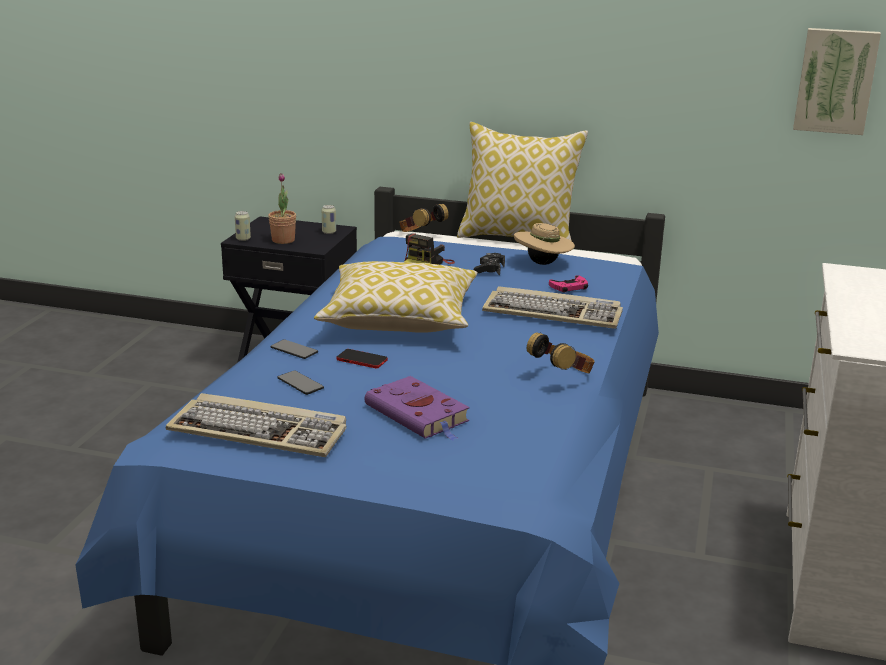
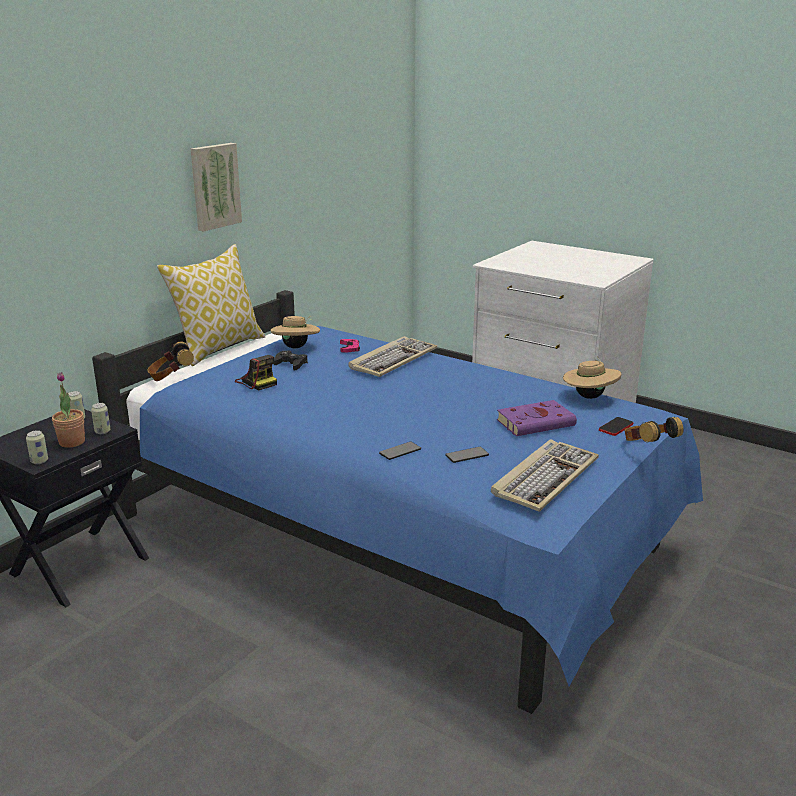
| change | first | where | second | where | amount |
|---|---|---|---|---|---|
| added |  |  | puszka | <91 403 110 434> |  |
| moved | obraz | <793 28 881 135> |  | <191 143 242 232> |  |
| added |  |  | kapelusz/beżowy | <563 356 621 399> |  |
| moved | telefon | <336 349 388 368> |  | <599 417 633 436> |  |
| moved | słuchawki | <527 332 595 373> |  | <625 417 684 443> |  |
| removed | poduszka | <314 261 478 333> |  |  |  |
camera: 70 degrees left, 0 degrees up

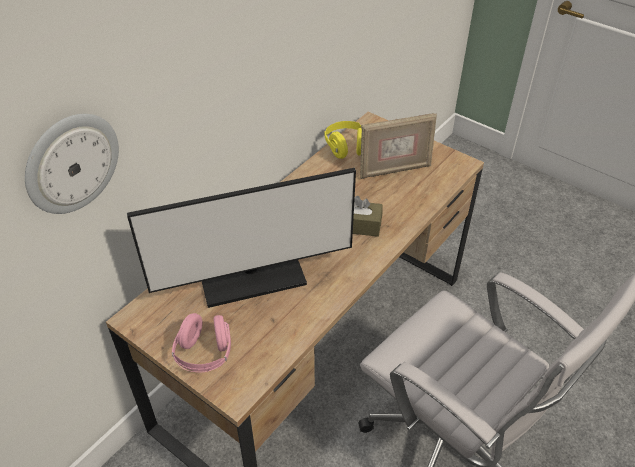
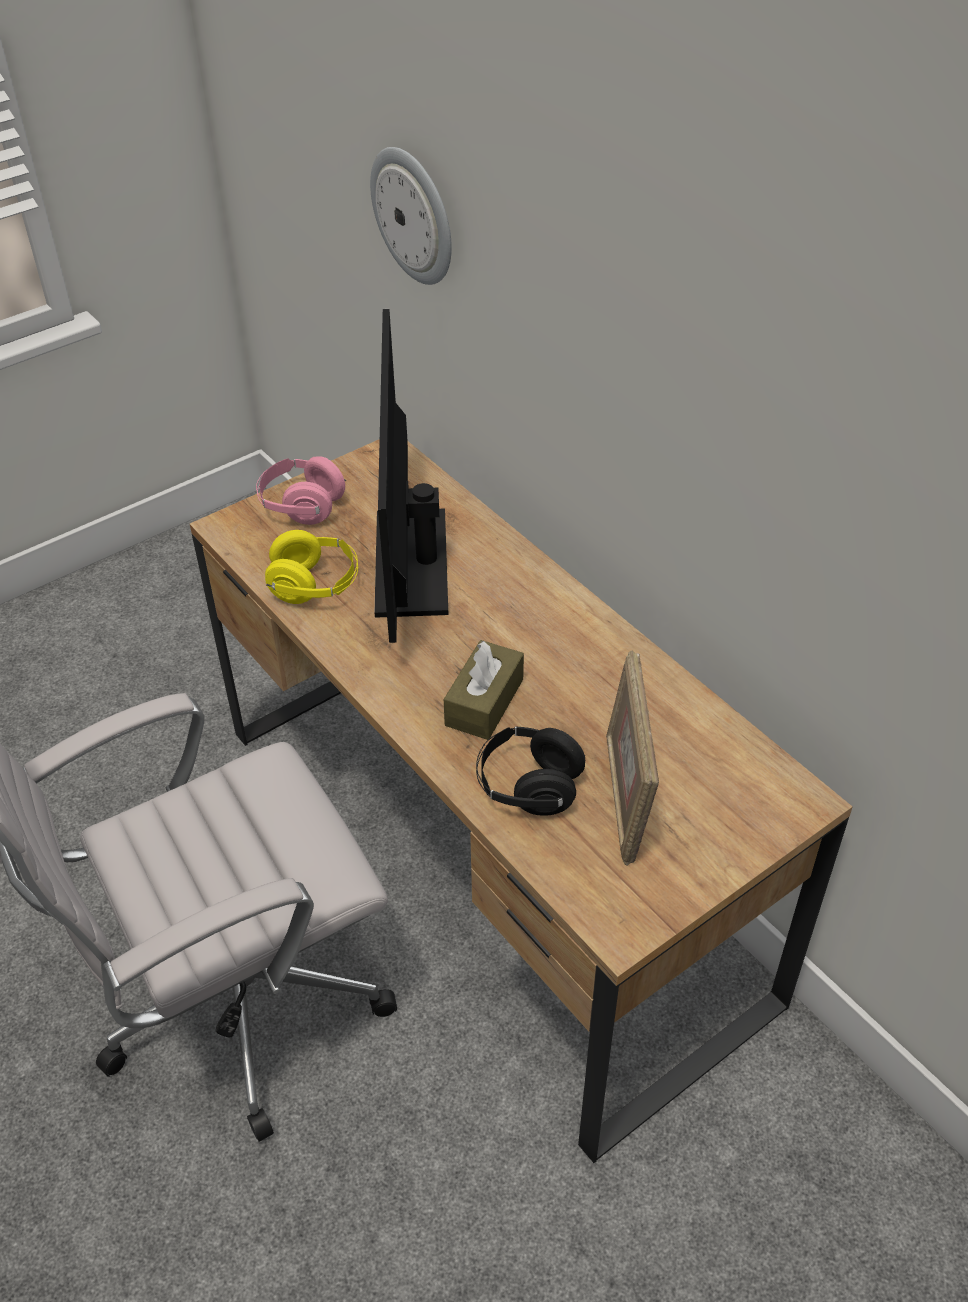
| change | first | where | second | where | amount |
|---|---|---|---|---|---|
| moved | słuchawki/żółty | <325 121 362 159> |  | <265 530 358 604> |  |
| added |  |  | słuchawki/czarny | <476 727 585 816> |  |
camera: 105 degrees right, 0 degrees up

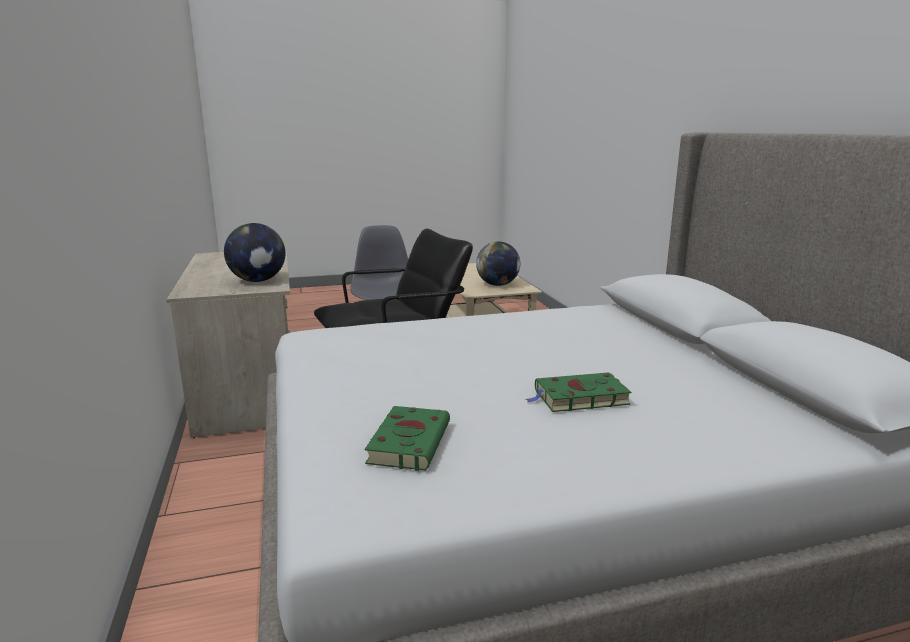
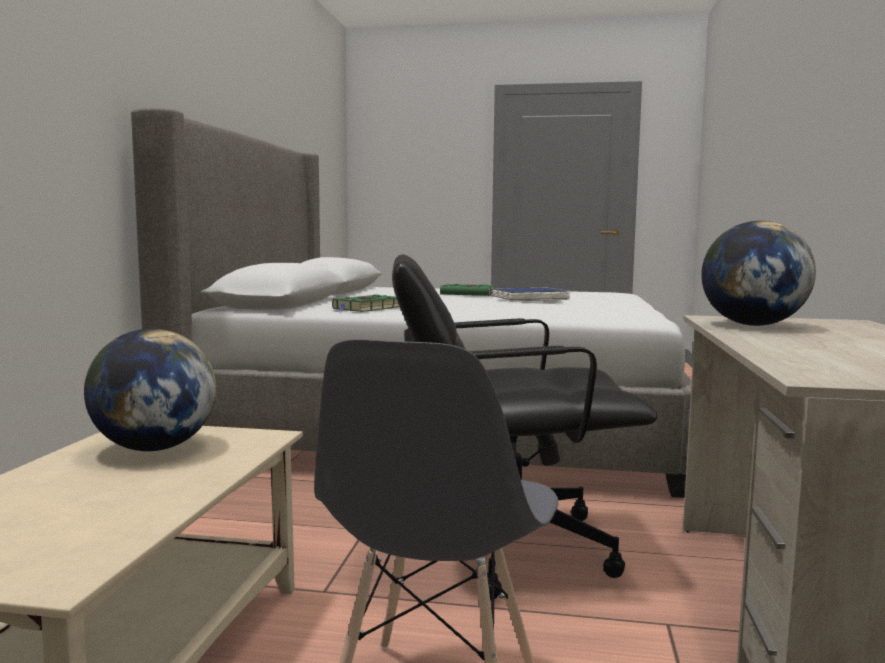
| change | first | where | second | where | amount |
|---|---|---|---|---|---|
| moved | książka/zielony | <365 406 450 471> |  | <332 295 400 312> |  |
| added |  |  | książka/niebieski | <490 287 571 301> |  |
camera: 155 degrees left, 10 degrees down

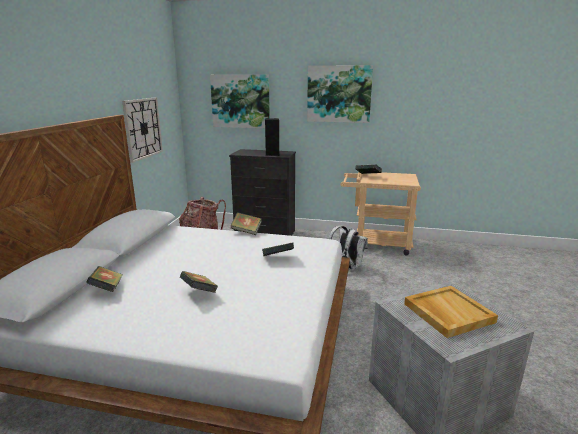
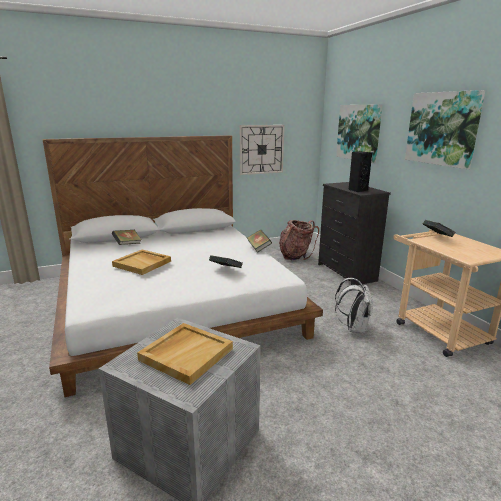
| change | first | where | second | where | amount |
|---|---|---|---|---|---|
| replaced | książka | <180 271 218 293> | taca/beżowy | <112 249 171 275> |  |
camera: 55 degrees right, 0 degrees up

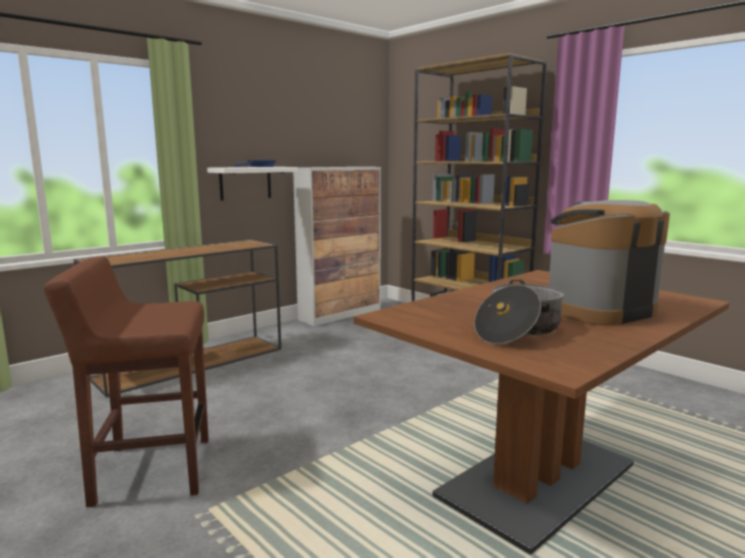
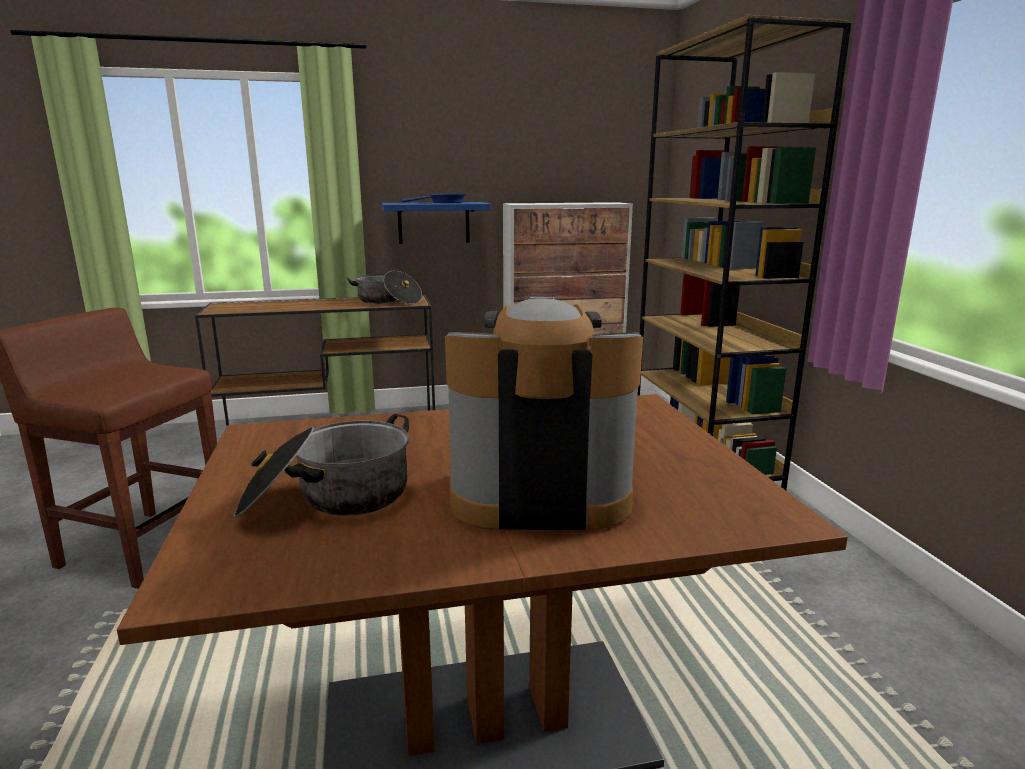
| change | first | where | second | where | amount |
|---|---|---|---|---|---|
| added |  |  | garnek | <347 271 422 304> |  |
| recoloured | półka/biały | <207 167 298 201> | półka/niebieski | <382 202 491 244> |  |
camera: 30 degrees right, 5 degrees up

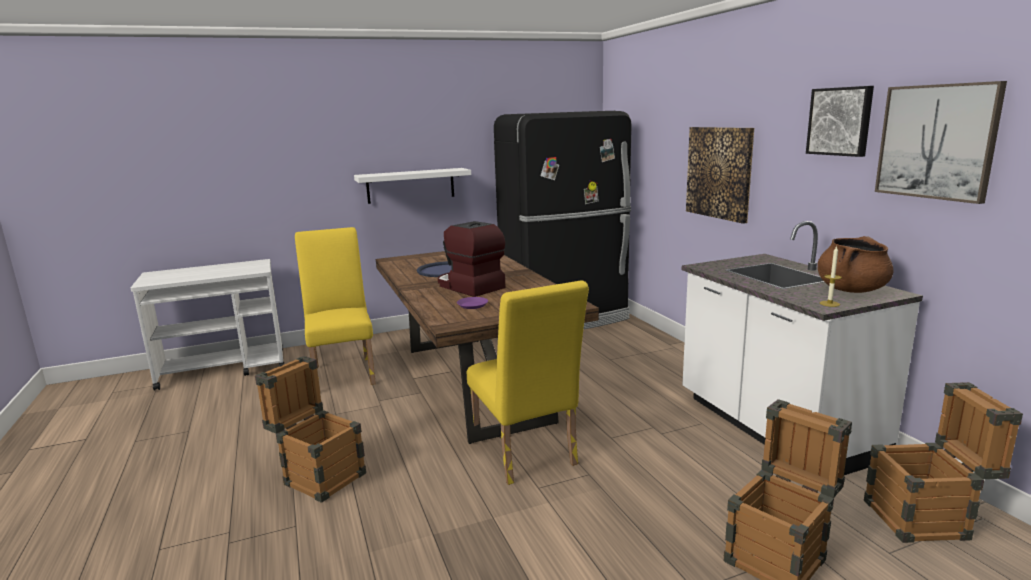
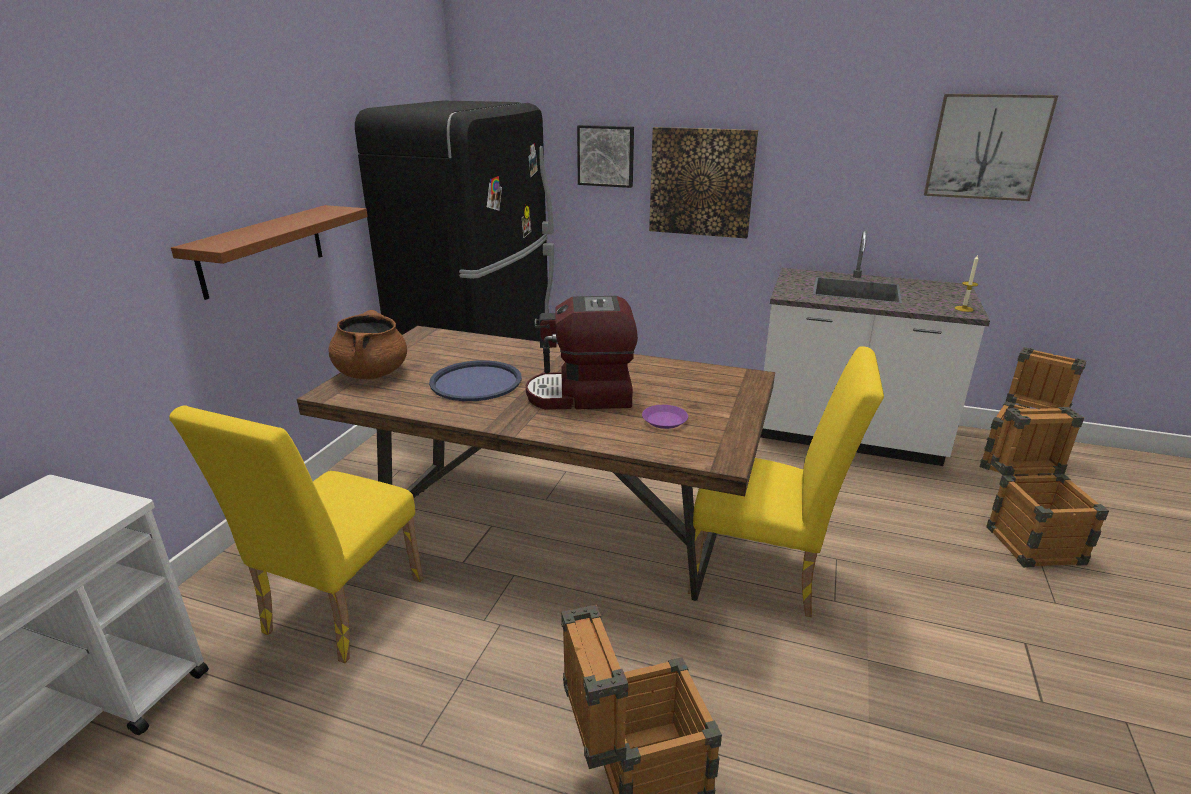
| change | first | where | second | where | amount |
|---|---|---|---|---|---|
| turned | krzesło/żółty | <295 227 376 388> |  | <169 406 423 663> | 90 degrees counterclockwise |
| recoloured | półka/biały | <354 168 471 204> | półka/brązowy | <171 205 368 300> |  |
| moved | garnek/brązowy | <817 236 893 293> |  | <329 310 407 379> |  |
| moved | obraz | <806 86 874 157> |  | <577 125 634 188> |  |
camera: 50 degrees left, 10 degrees up

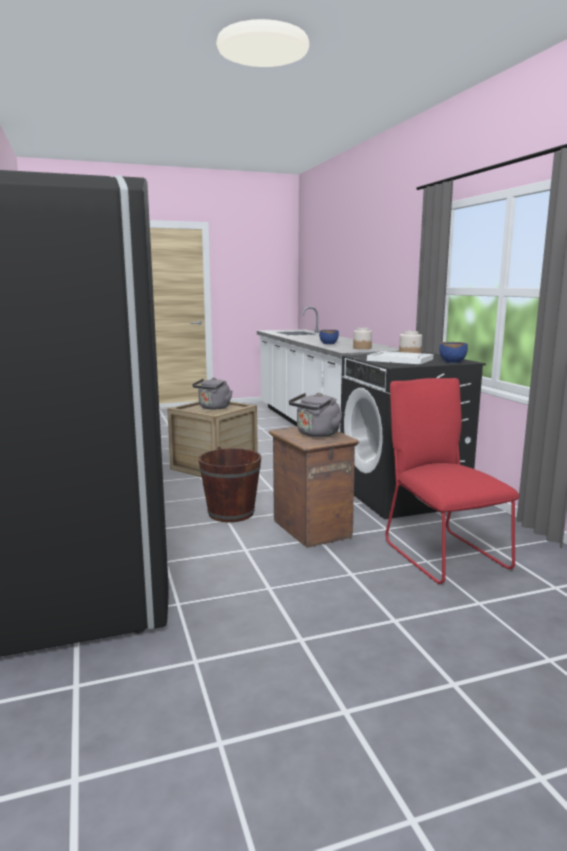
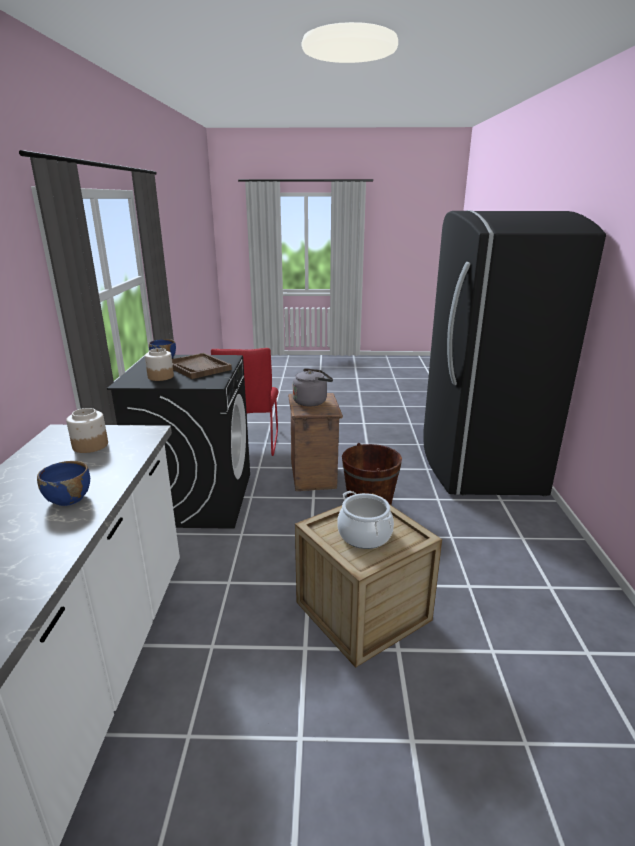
| change | first | where | second | where | amount |
|---|---|---|---|---|---|
| recoloured | taca/biały | <367 351 433 365> | taca/brązowy | <172 353 232 379> |  |
| replaced | czajnik/szary | <192 378 233 410> | garnek | <337 491 394 549> |  |
camera: 160 degrees left, 10 degrees up

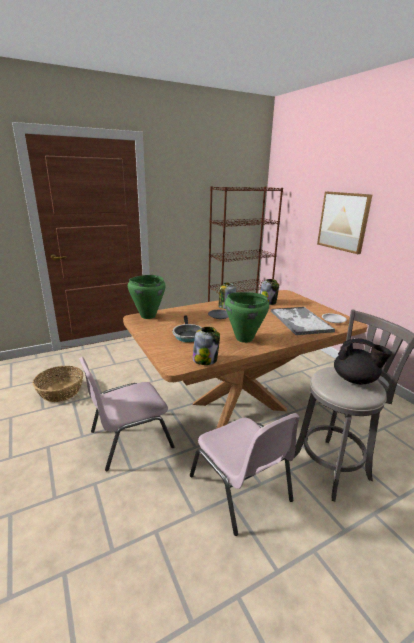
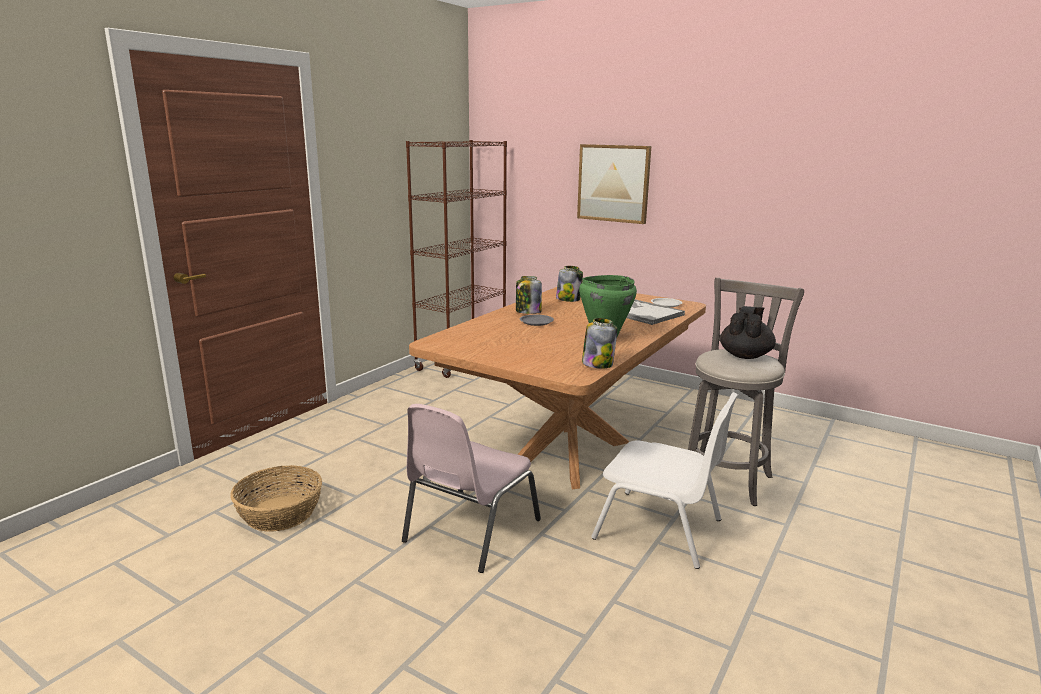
| change | first | where | second | where | amount |
|---|---|---|---|---|---|
| recoloured | krzesło/różowy | <190 413 300 536> | krzesło/biały | <591 392 739 569> |  |
| turned | imbryk/czarny | <334 338 392 385> |  | <720 306 776 359> | 60 degrees counterclockwise |
| removed | garnek/zielony | <128 275 166 319> |  |  |  |
| removed | patelnia | <173 315 202 342> |  |  |  |
camera: 30 degrees left, 5 degrees down

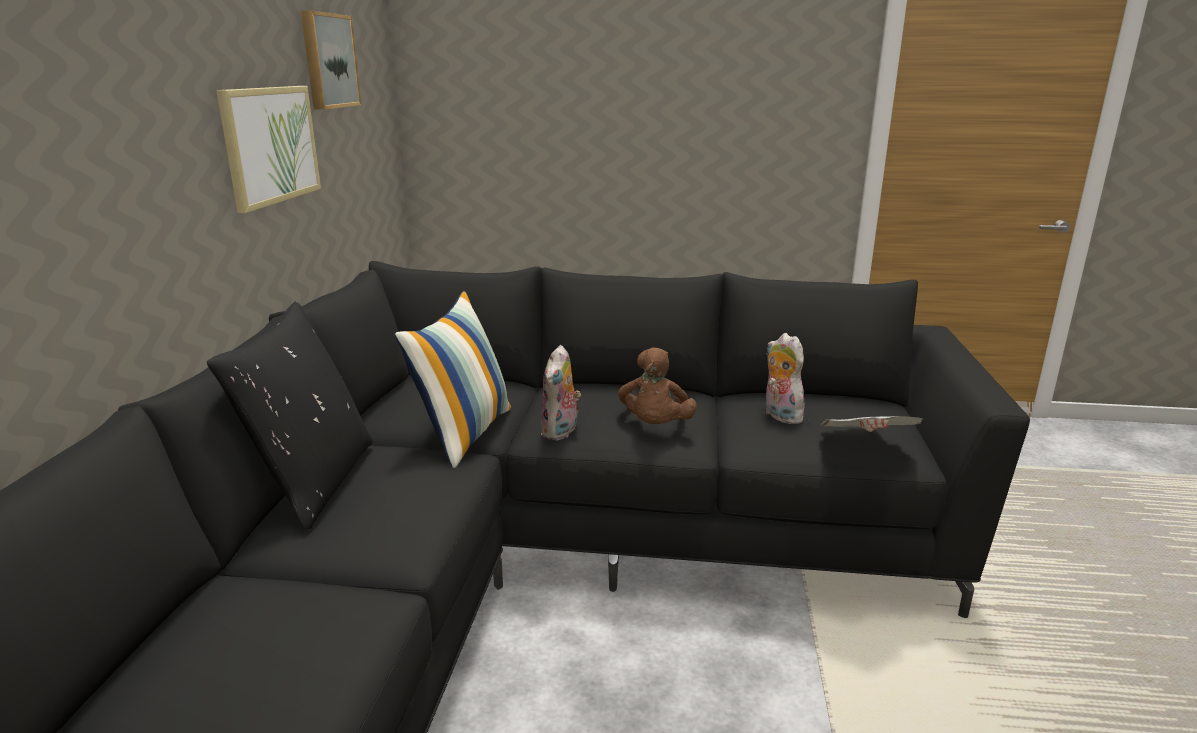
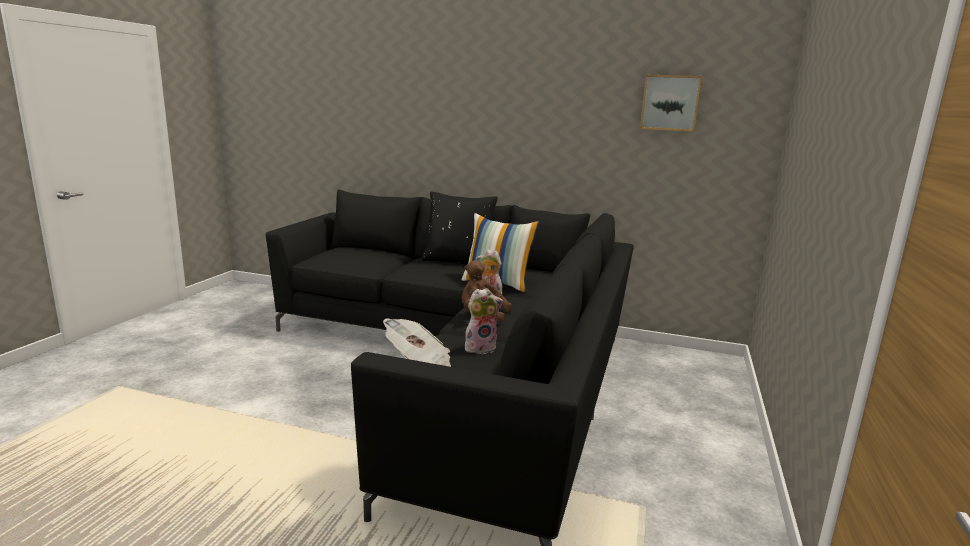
| change | first | where | second | where | amount |
|---|---|---|---|---|---|
| removed | obraz | <216 86 321 213> |  |  |  |
camera: 100 degrees right, 5 degrees down

